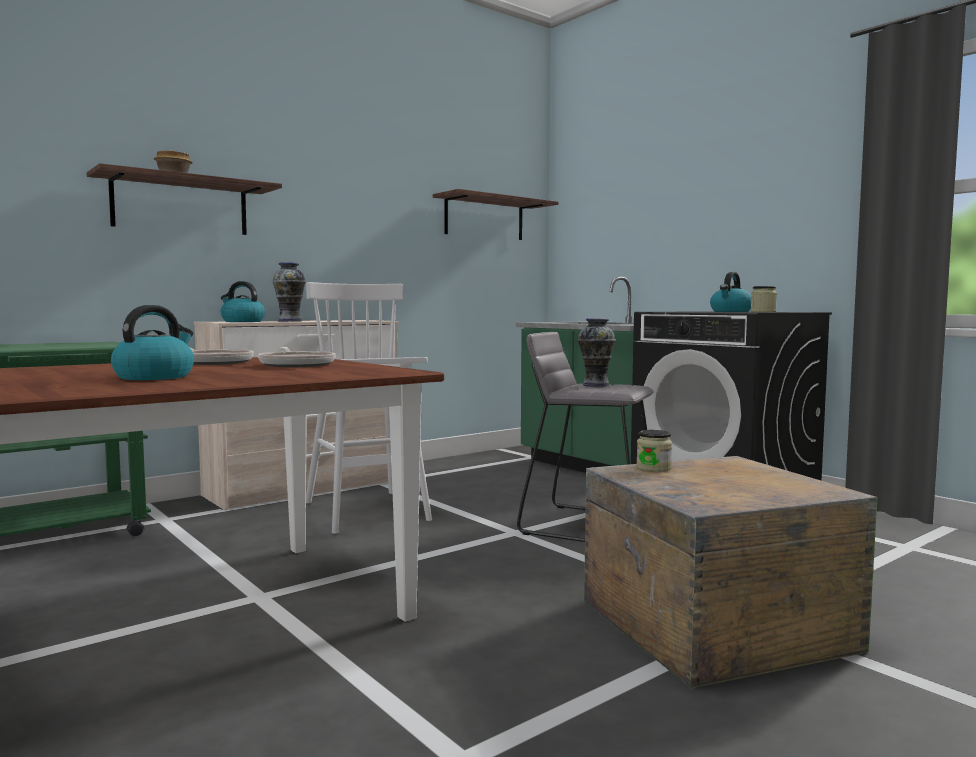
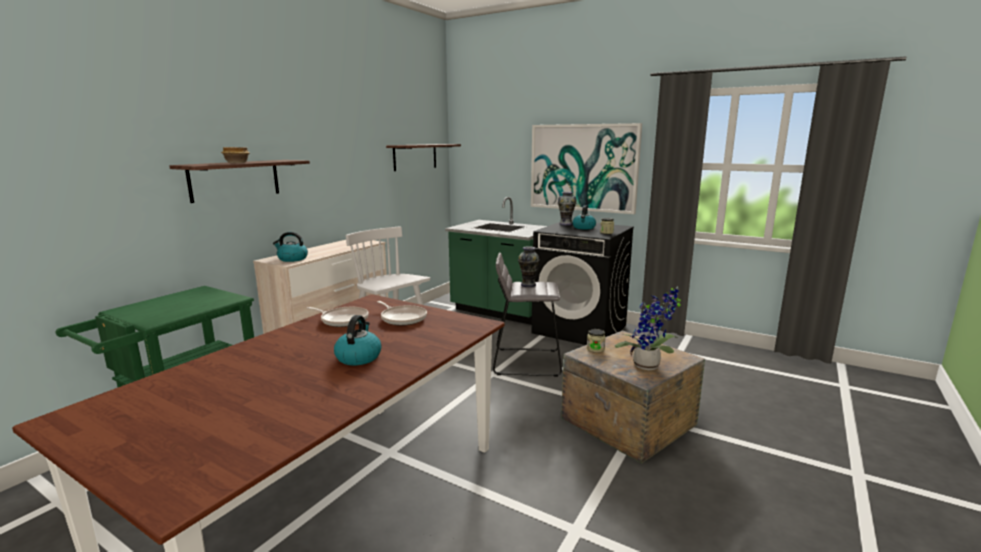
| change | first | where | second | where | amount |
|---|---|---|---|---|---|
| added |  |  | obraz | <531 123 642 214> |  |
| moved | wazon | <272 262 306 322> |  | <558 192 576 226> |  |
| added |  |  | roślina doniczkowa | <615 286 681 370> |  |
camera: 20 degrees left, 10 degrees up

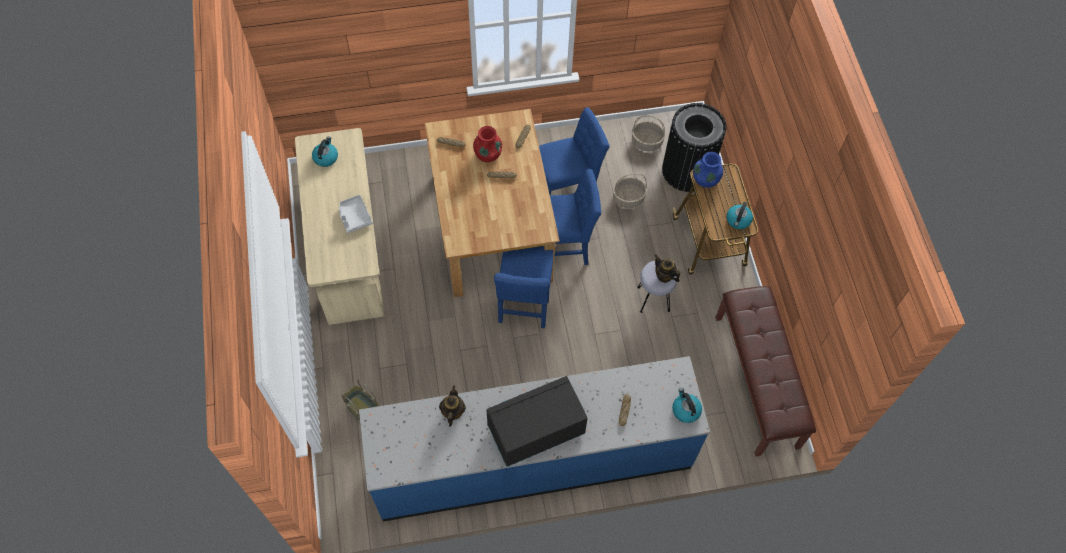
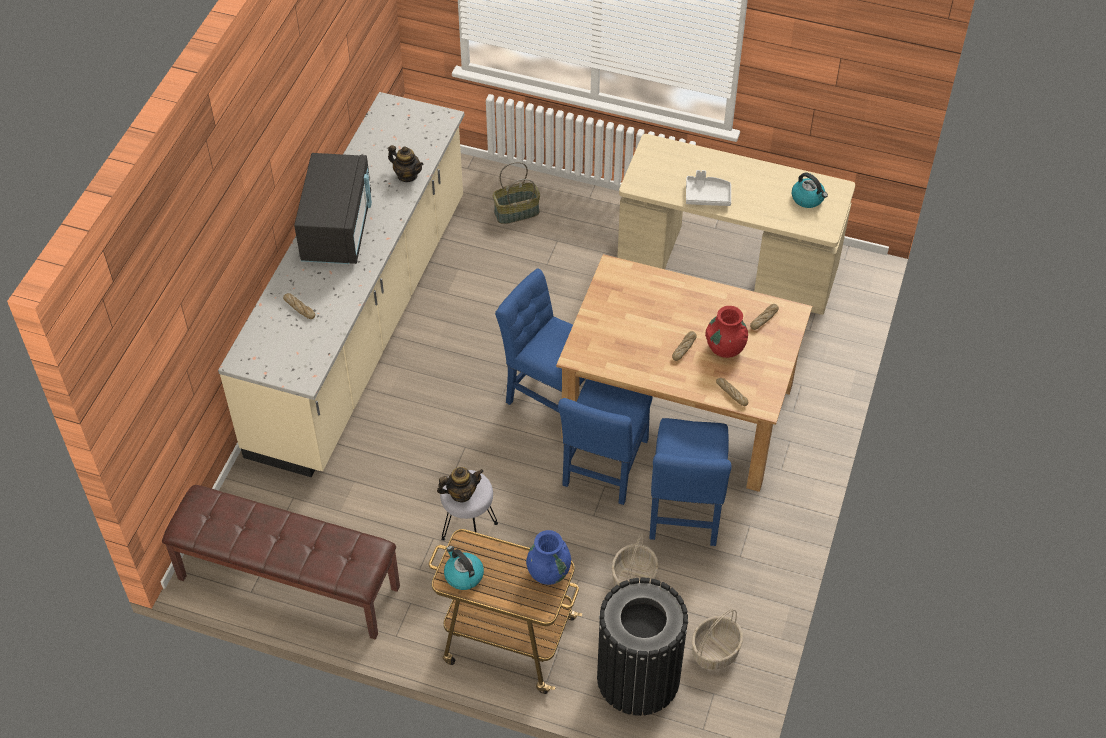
| change | first | where | second | where | amount |
|---|---|---|---|---|---|
| recoloured | zabudowa kuchenna/niebieski | <359 356 710 521> | zabudowa kuchenna/beżowy | <218 92 464 477> |  |
| removed | czajnik | <672 388 702 423> |  |  |  |
camera: 120 degrees right, 10 degrees down

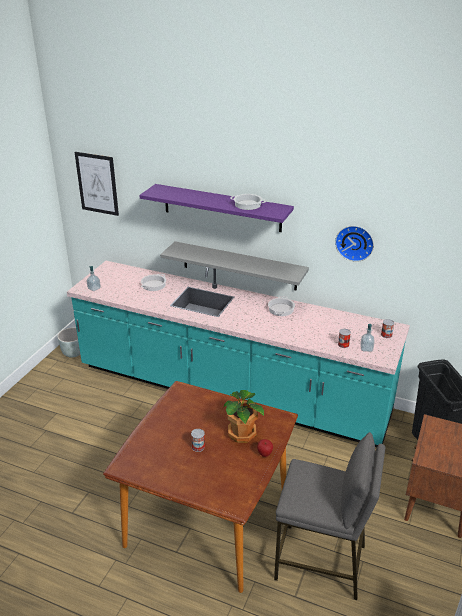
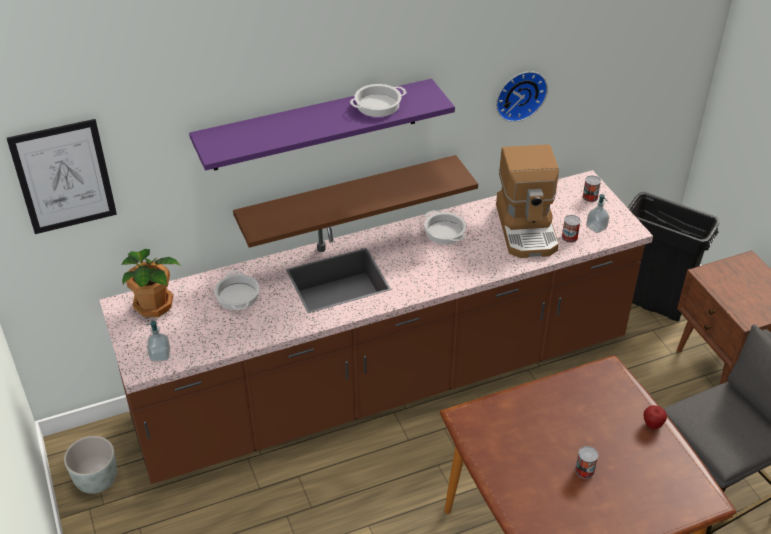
| change | first | where | second | where | amount |
|---|---|---|---|---|---|
| recoloured | zabudowa kuchenna/turkusowy | <67 261 410 447> | zabudowa kuchenna/brązowy | <100 170 653 484> |  |
| moved | roślina doniczkowa | <223 390 264 443> |  | <122 249 181 317> |  |
| recoloured | półka/szary | <160 241 309 291> | półka/brązowy | <233 155 478 248> |  |
| added |  |  | ekspres do kawy | <496 144 559 258> |  |
camera: 45 degrees left, 10 degrees up

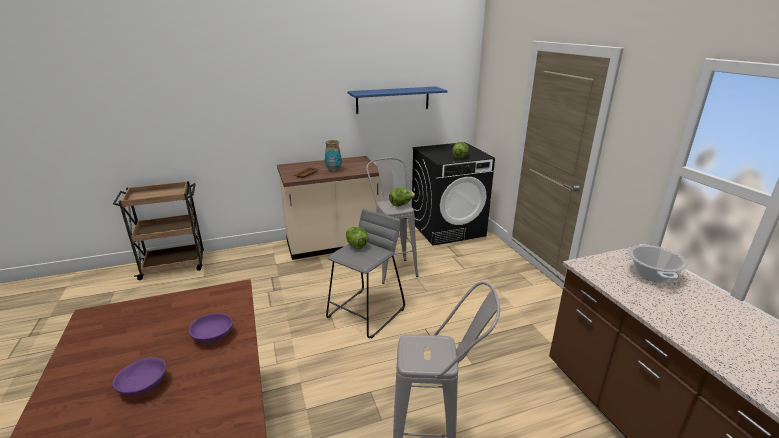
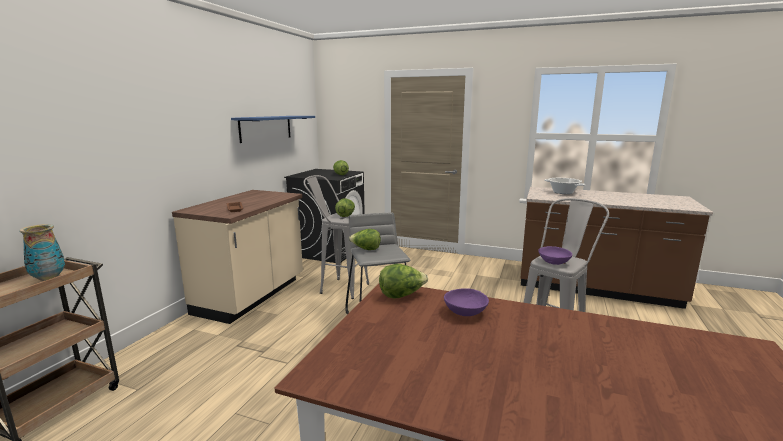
| change | first | where | second | where | amount |
|---|---|---|---|---|---|
| moved | wazon | <325 139 342 171> |  | <20 224 65 281> |  |
| added |  |  | sałata | <379 264 428 299> |  |
| moved | miska/fioletowy | <112 357 166 396> |  | <538 246 572 265> |  |
camera: 50 degrees left, 10 degrees down

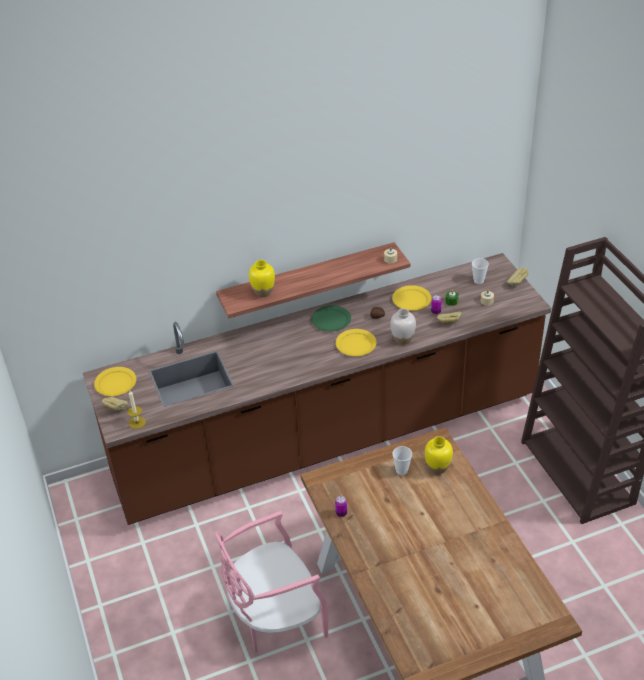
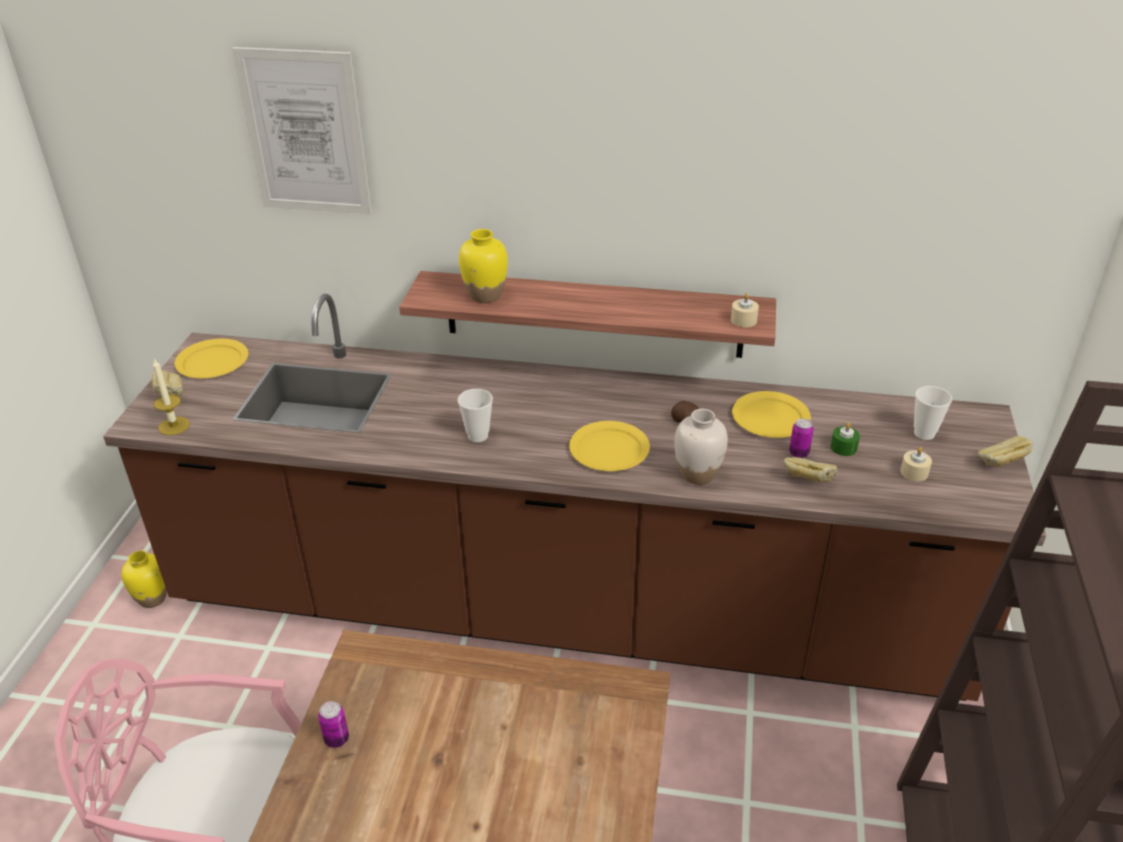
| change | first | where | second | where | amount |
|---|---|---|---|---|---|
| moved | wazon/żółty | <425 436 453 474> |  | <121 551 167 608> |  |
| added |  |  | obraz | <232 47 372 214> |  |
| moved | filiżanka | <392 446 412 475> |  | <458 389 493 442> |  |
| removed | talerz/zielony | <311 305 351 331> |  |  |  |
camera: 30 degrees right, 5 degrees down

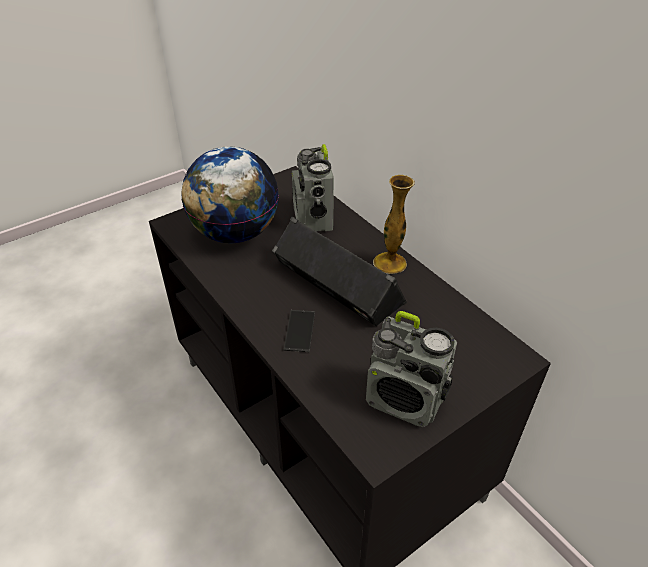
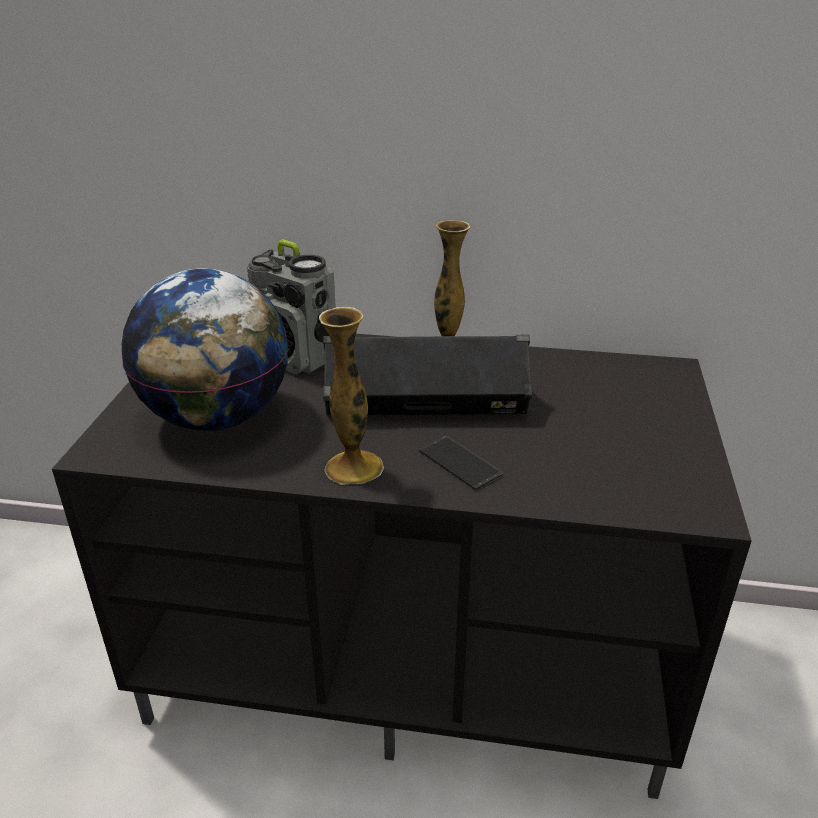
| change | first | where | second | where | amount |
|---|---|---|---|---|---|
| added |  |  | wazon | <319 307 384 485> |  |
| removed | radio | <366 311 457 427> |  |  |  |
camera: 45 degrees left, 10 degrees down

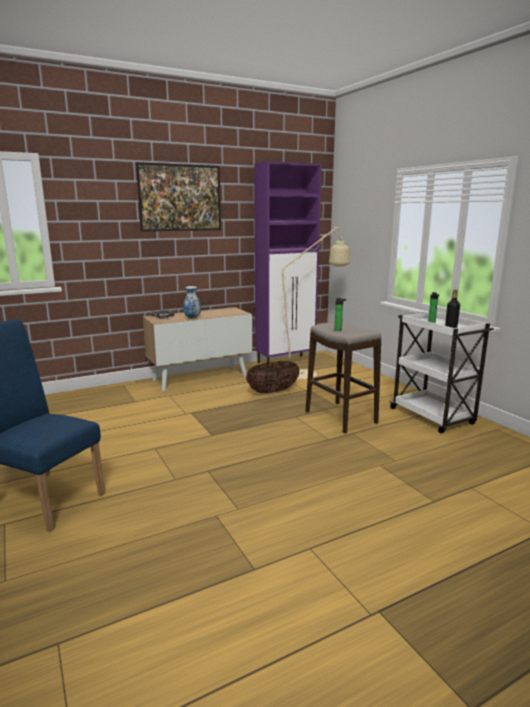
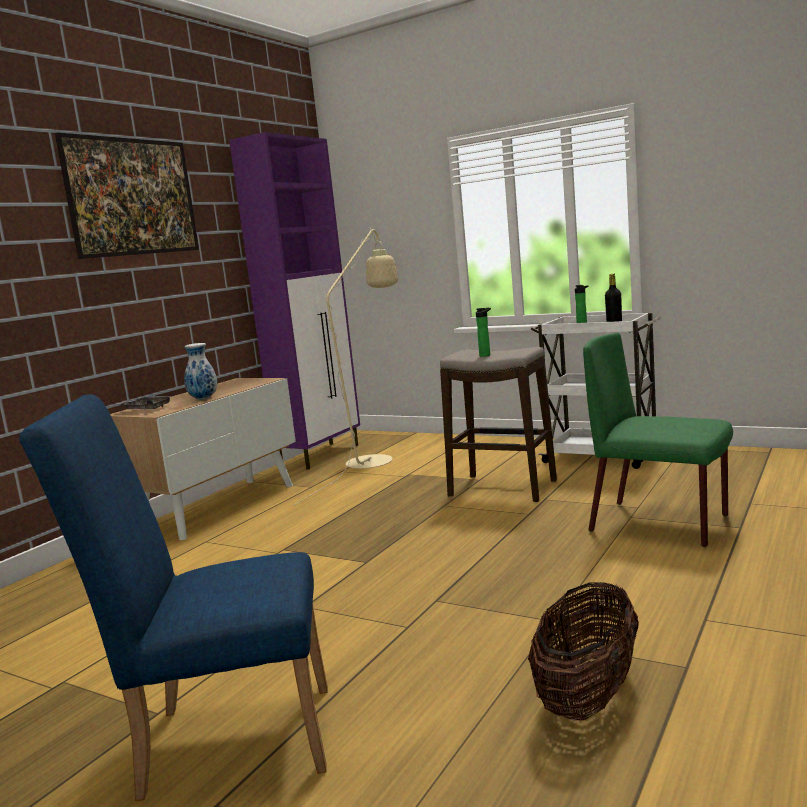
| change | first | where | second | where | amount |
|---|---|---|---|---|---|
| moved | koszyk | <246 361 299 393> |  | <528 582 639 721> |  |
| added |  |  | krzesło/zielony | <583 333 733 547> |  |
camera: 30 degrees left, 5 degrees down

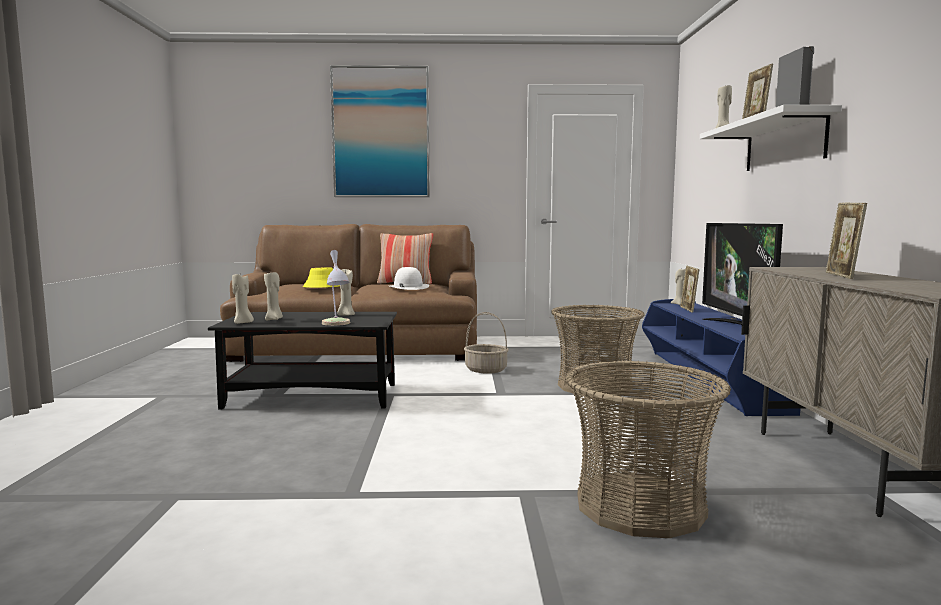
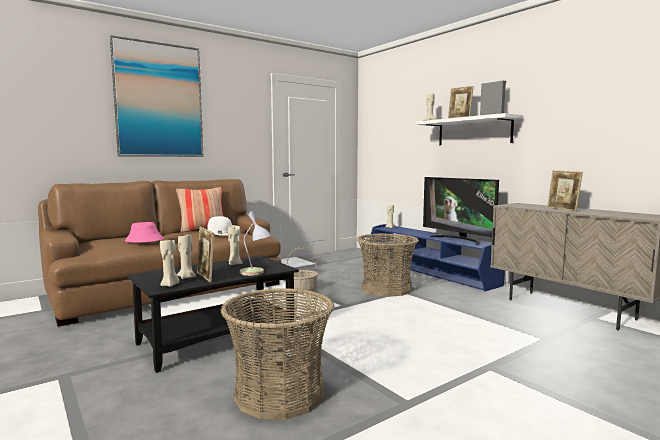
| change | first | where | second | where | amount |
|---|---|---|---|---|---|
| recoloured | kapelusz/żółty | <303 268 340 288> | kapelusz/różowy | <125 222 164 242> |  |
| moved | ramka na zdjęcie | <680 265 699 313> |  | <197 226 214 282> |  |
| moved | koszyk | <566 360 731 538> |  | <221 288 334 419> |  |
camera: 35 degrees left, 0 degrees up

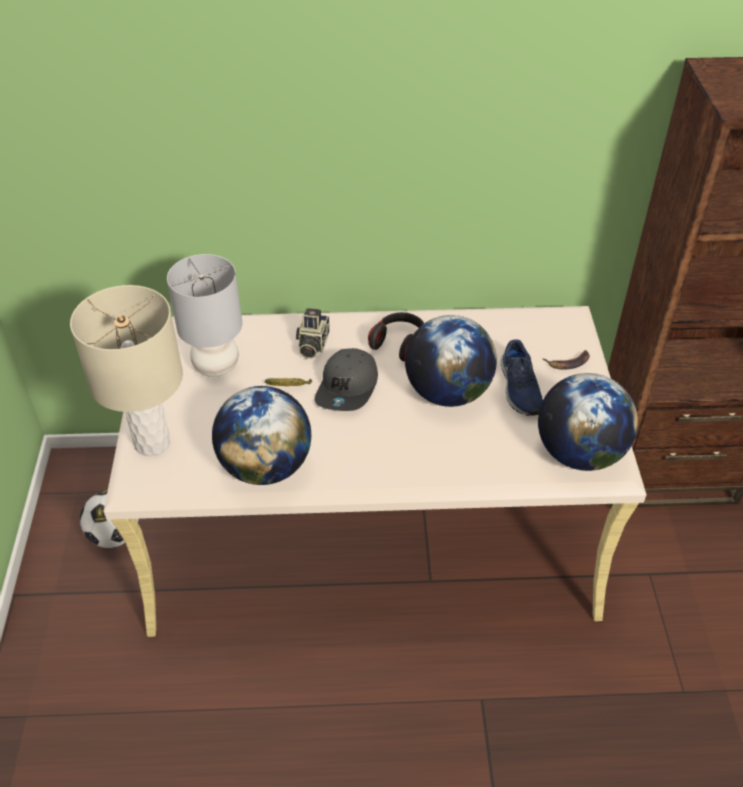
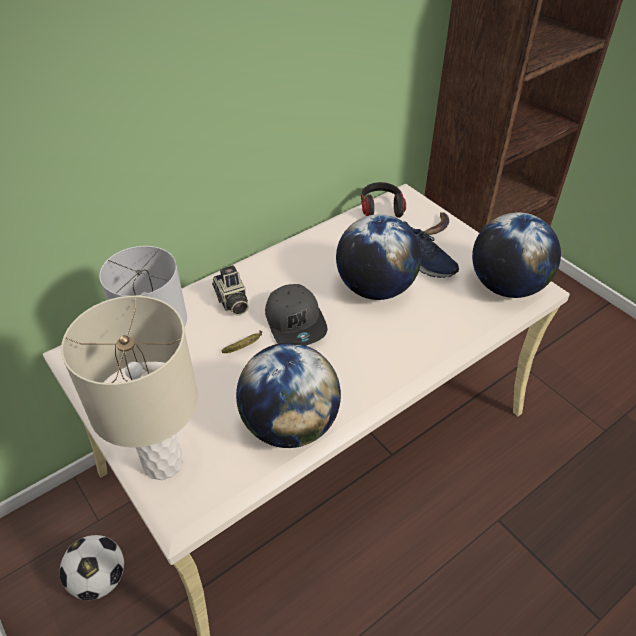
| change | first | where | second | where | amount |
|---|---|---|---|---|---|
| moved | słuchawki | <368 312 424 362> |  | <361 182 406 218> |  |
camera: 35 degrees left, 0 degrees up

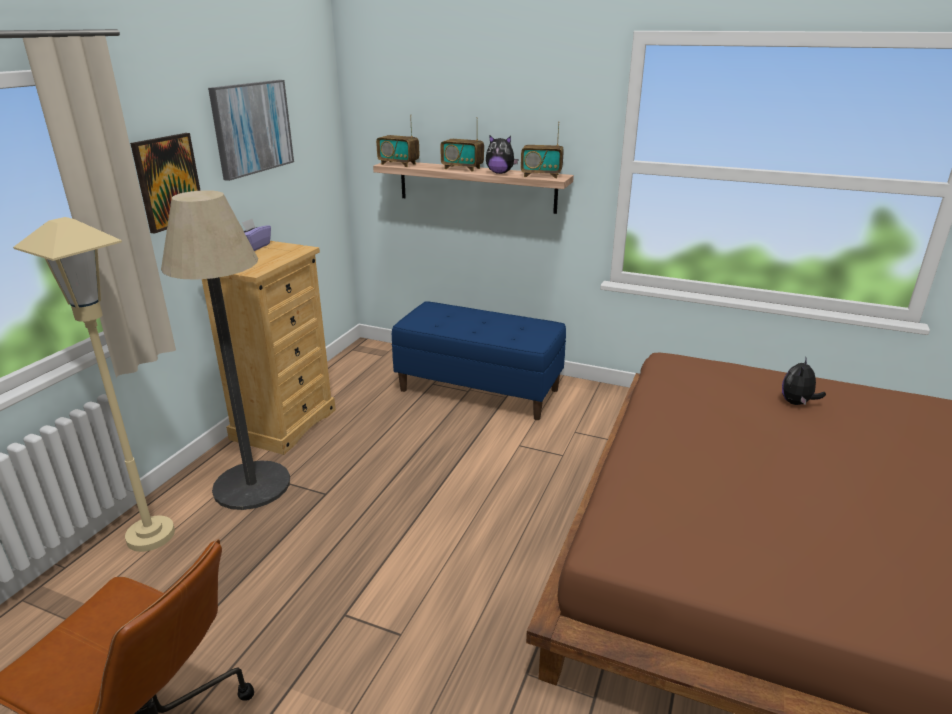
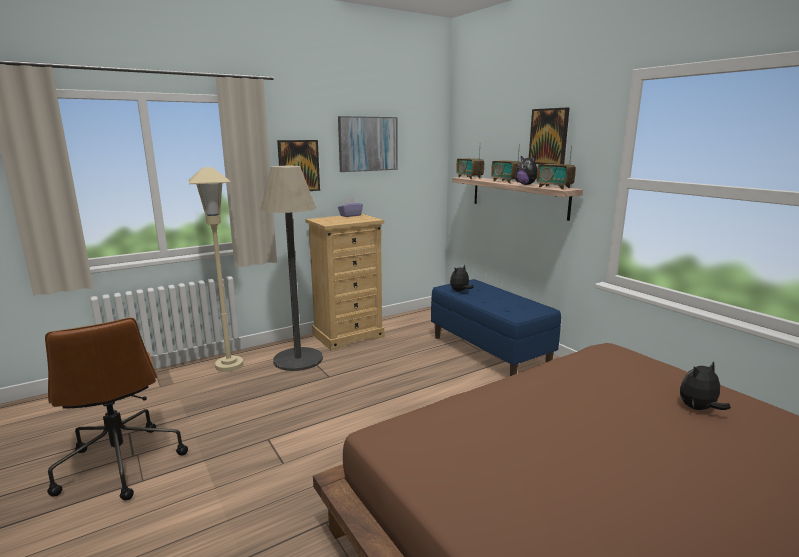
| change | first | where | second | where | amount |
|---|---|---|---|---|---|
| added |  |  | pluszak | <450 265 474 292> |  |
| added |  |  | obraz | <529 107 569 165> |  |
camera: 35 degrees right, 10 degrees down

